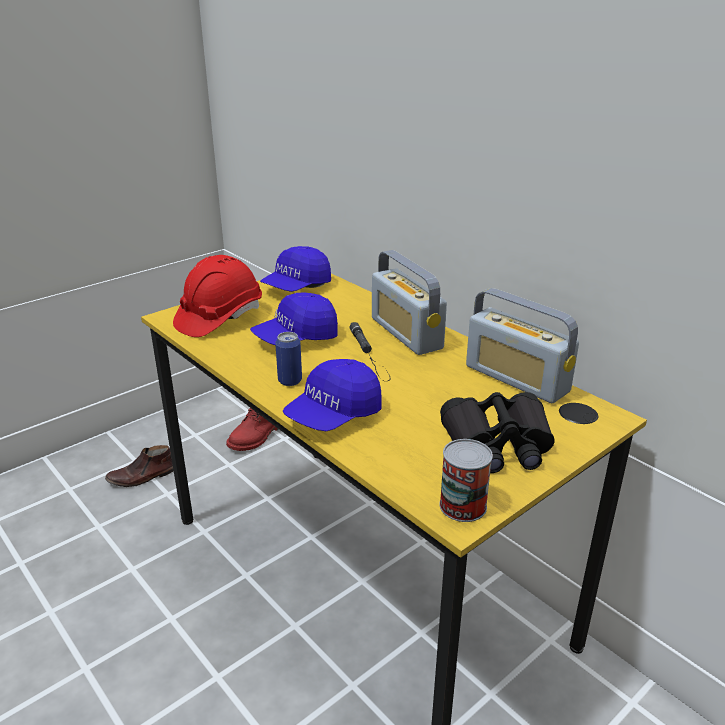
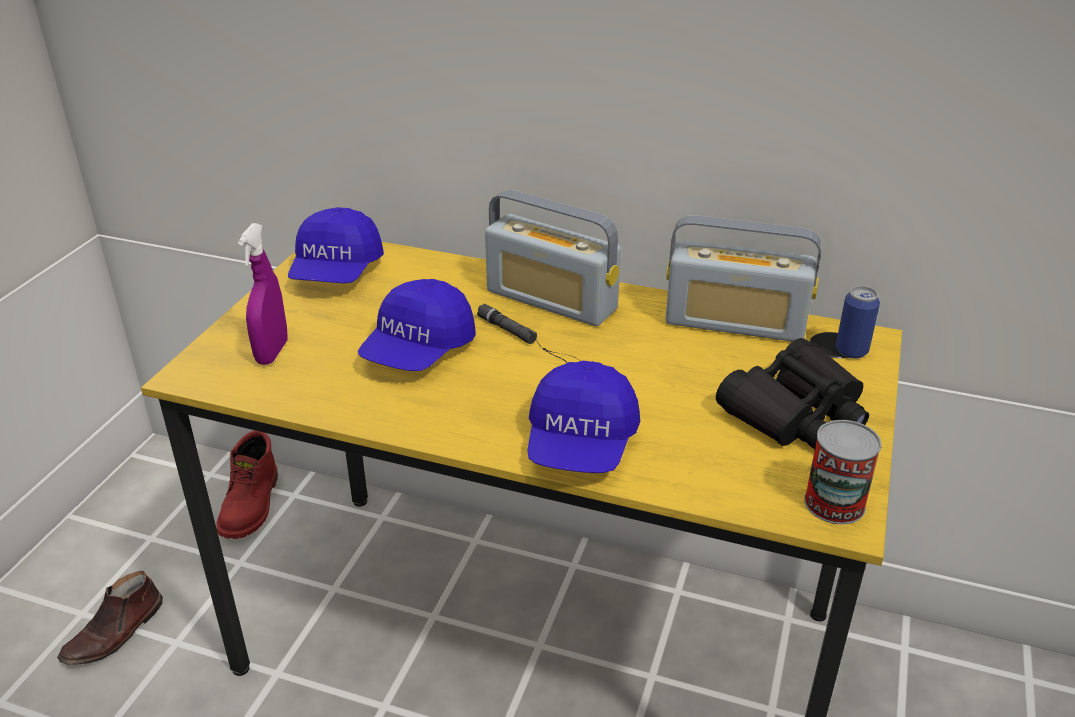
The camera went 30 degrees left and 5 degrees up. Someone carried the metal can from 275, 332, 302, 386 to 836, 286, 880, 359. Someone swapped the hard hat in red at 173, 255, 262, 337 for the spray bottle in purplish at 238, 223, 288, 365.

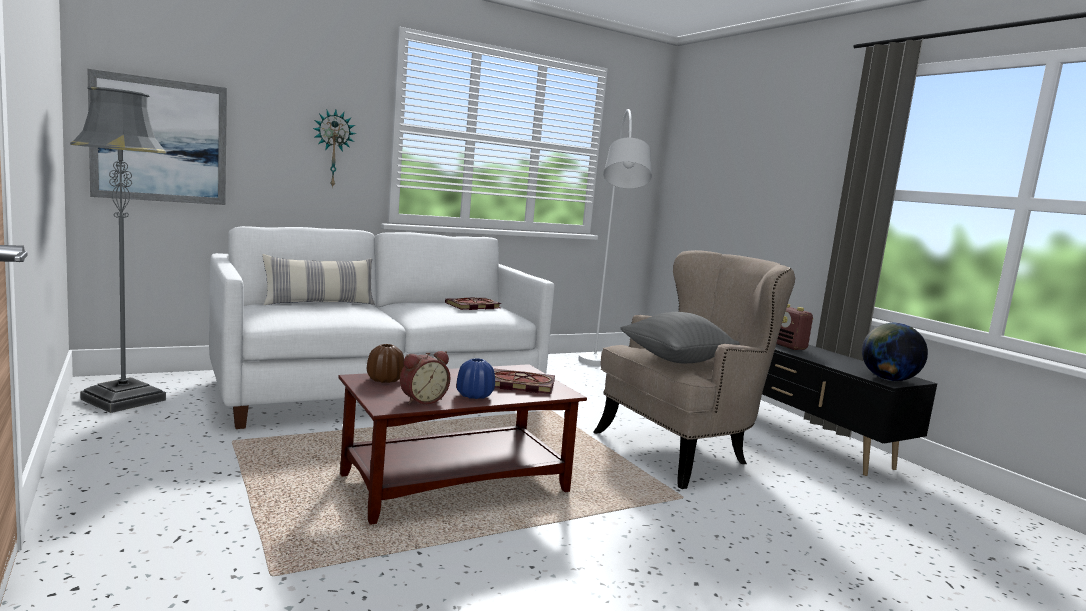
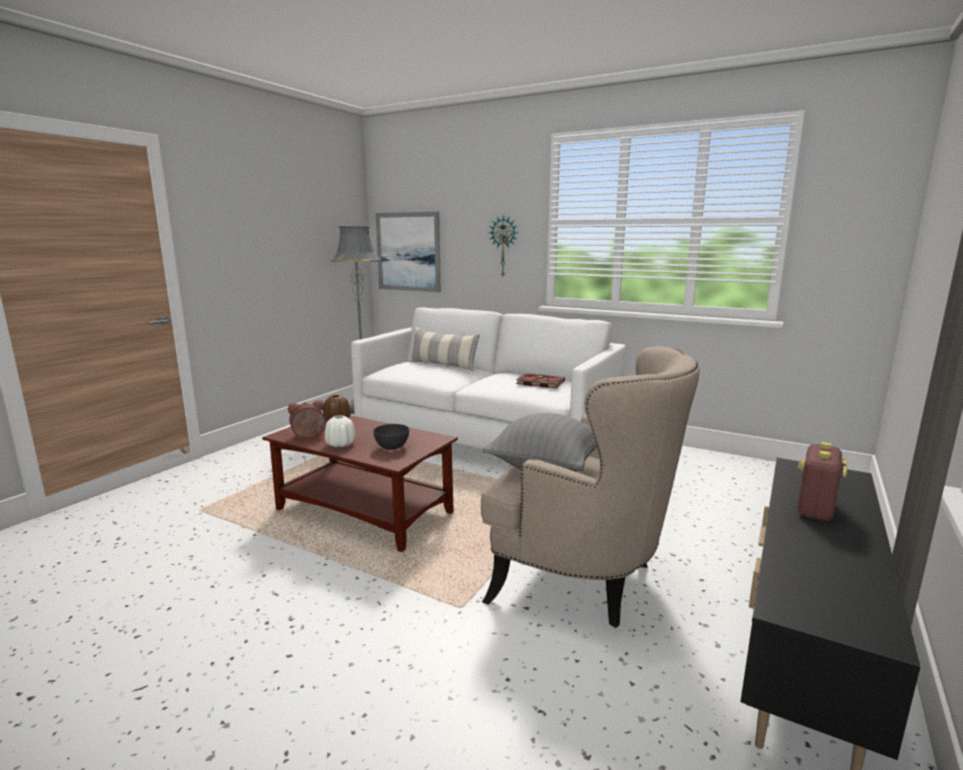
The camera went 60 degrees right and 5 degrees up. Someone took away the floor lamp in white-coloured at 578, 109, 652, 366. Someone took away the world globe at 862, 323, 928, 381. Someone swapped the volume at 494, 368, 555, 394 for the deep dish in grey at 373, 424, 409, 450. Someone repainted the vase in blue-coloured at 457, 358, 495, 399, which became the vase in white-coloured at 325, 415, 356, 447. Someone rotated the bedside clock at 400, 351, 450, 404 by 135 degrees clockwise.

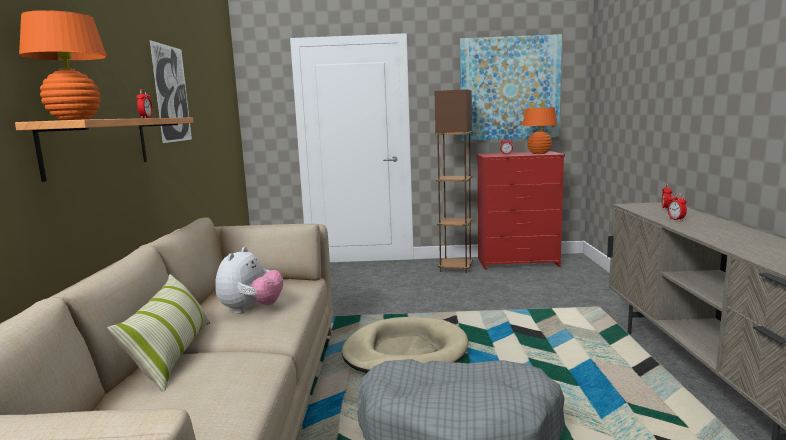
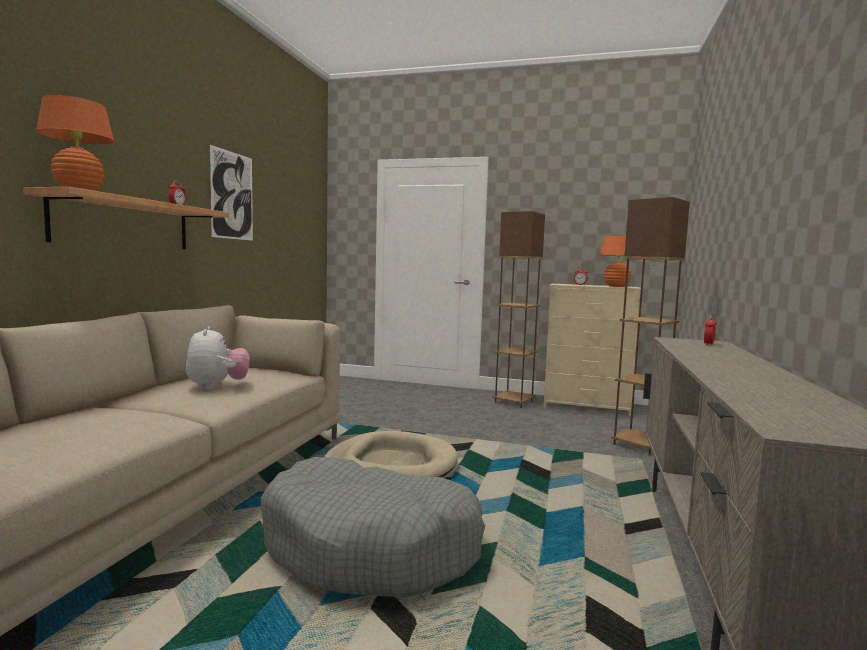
The camera went 15 degrees right and 5 degrees down. Someone took away the throw pillow at 107, 274, 210, 392. Someone took away the wall picture at 460, 34, 562, 141. Someone took away the bedside clock at 668, 193, 687, 221. Someone put down the floor lamp in brown-coloured at 611, 197, 690, 455. Someone repainted the chest of drawers in red at 477, 151, 565, 270, which became the chest of drawers in beige-coloured at 543, 284, 641, 417. Someone rotated the plush toy at 215, 247, 283, 314 by 45 degrees counterclockwise.

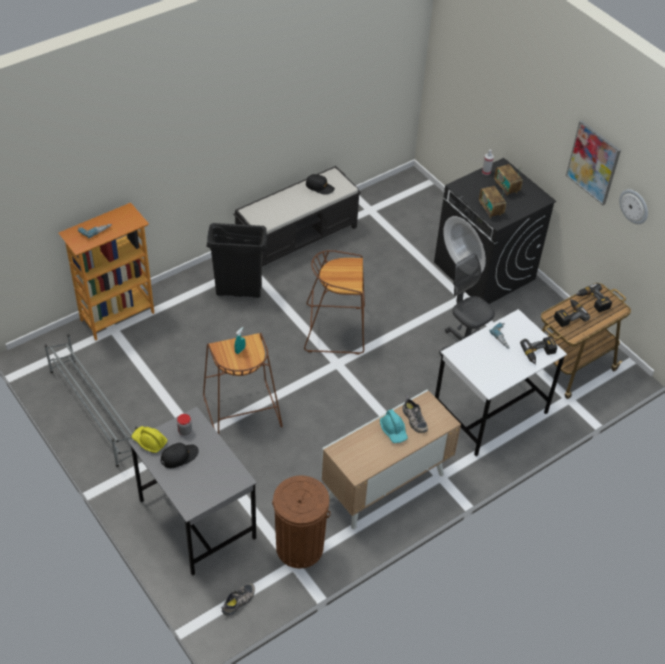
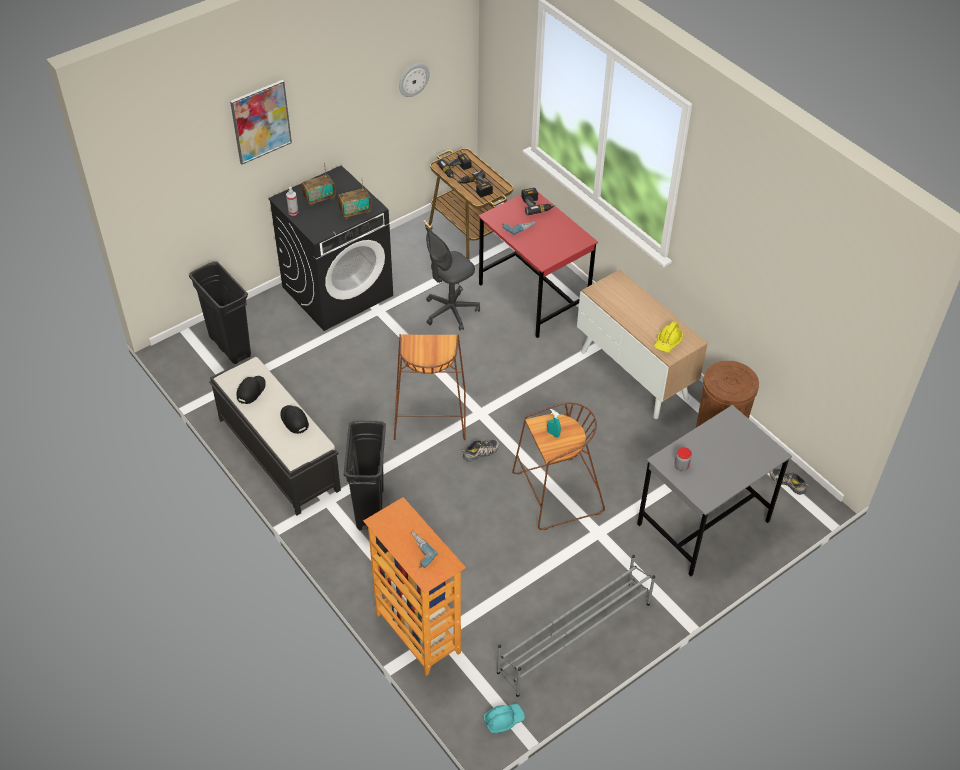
The camera went 90 degrees left and 0 degrees up. Someone put down the trash can in black at 189, 261, 251, 364. Someone carried the hard hat in yellowish from 132, 426, 167, 453 to 654, 321, 683, 353. Someone carried the peaked cap in black from 160, 443, 199, 468 to 280, 405, 309, 434. Someone carried the hard hat in blue-green from 380, 409, 408, 443 to 483, 704, 525, 733. Someone carried the shoe from 403, 395, 428, 433 to 462, 440, 499, 462. Someone carried the wall picture from 566, 120, 621, 205 to 230, 80, 292, 164. Someone repainted the desk in white-coloured at 435, 309, 567, 456, which became the desk in red at 478, 191, 598, 338.

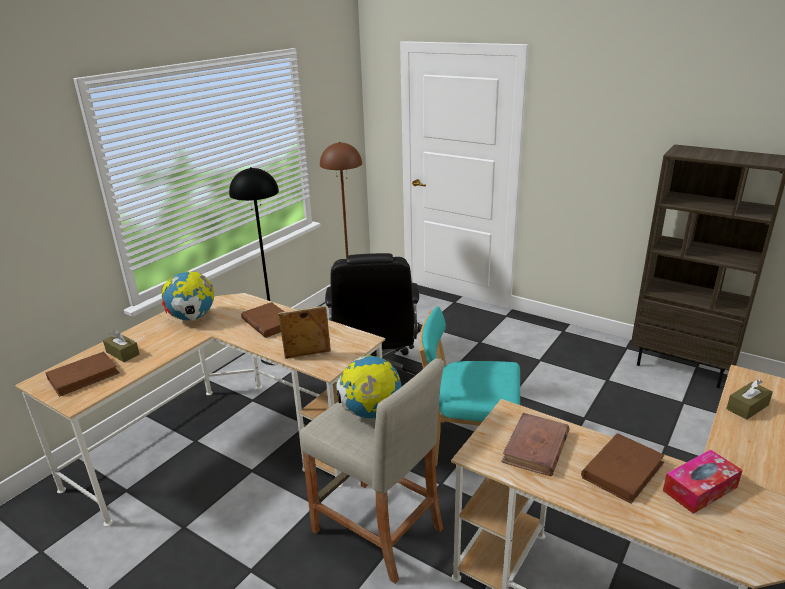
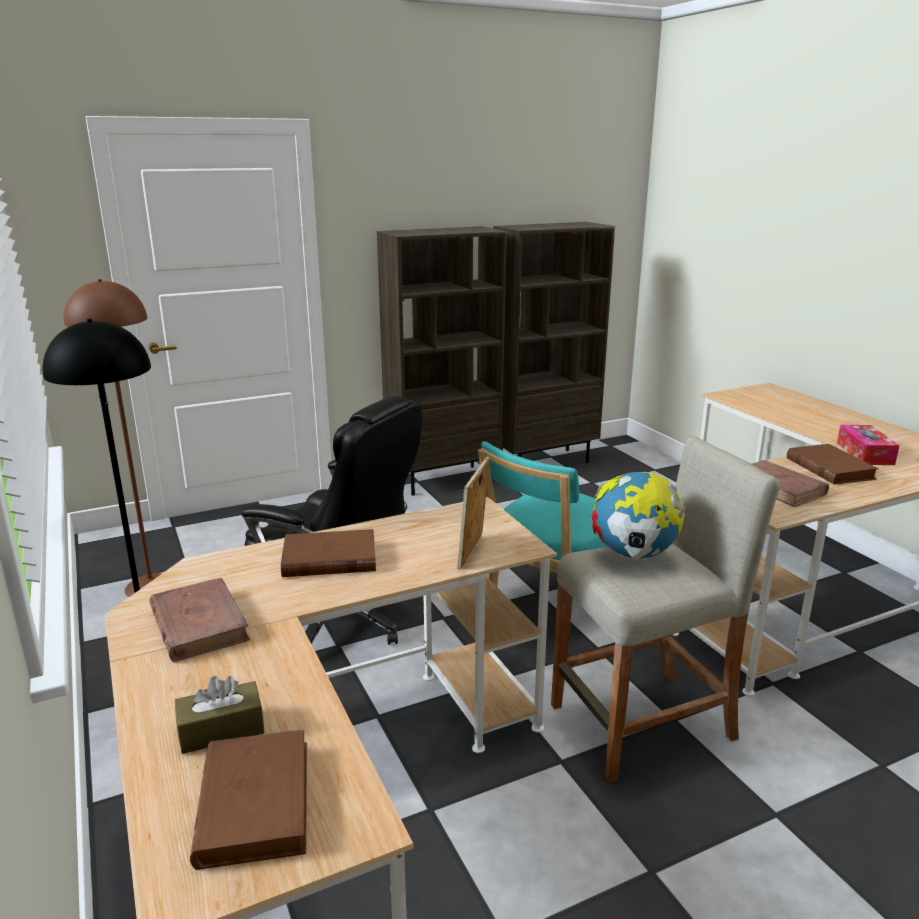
The camera went 60 degrees left and 5 degrees down. Someone took away the box of tissues in brown-coloured at 726, 379, 773, 420. Someone put down the bookcase in brown-coloured at 377, 226, 507, 496. Someone swapped the world globe at 161, 271, 214, 321 for the volume in brown-coloured at 150, 578, 250, 662.

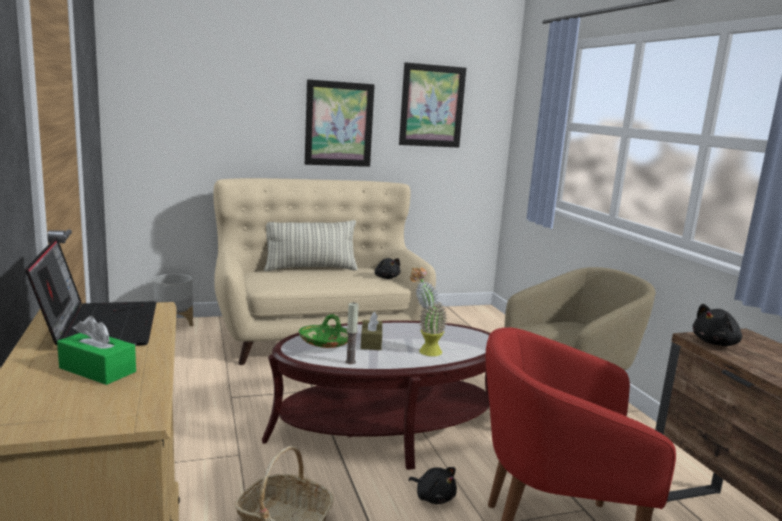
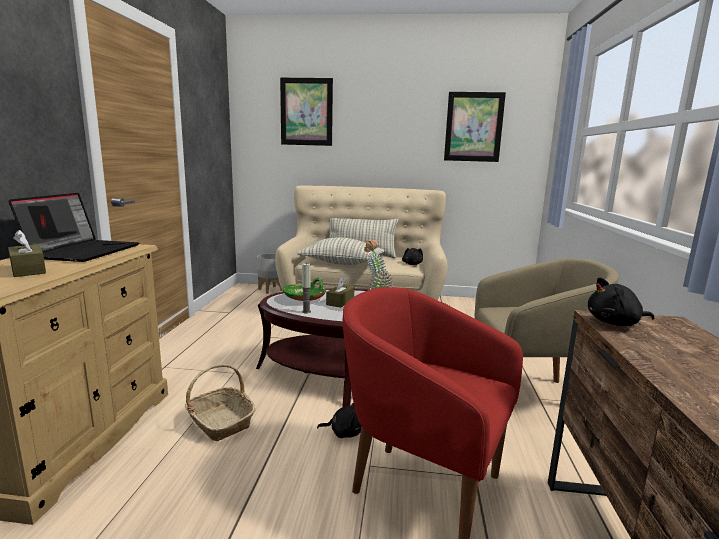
The camera went 25 degrees right and 0 degrees up. Someone put down the throw pillow at 297, 237, 384, 265. Someone carried the wall picture from 305, 79, 375, 167 to 280, 78, 333, 146. Someone repainted the box of tissues in greenish at 57, 316, 136, 385, which became the box of tissues in brown-coloured at 8, 230, 46, 277. Someone rotated the plush toy in black at 408, 467, 457, 504 by 60 degrees counterclockwise.

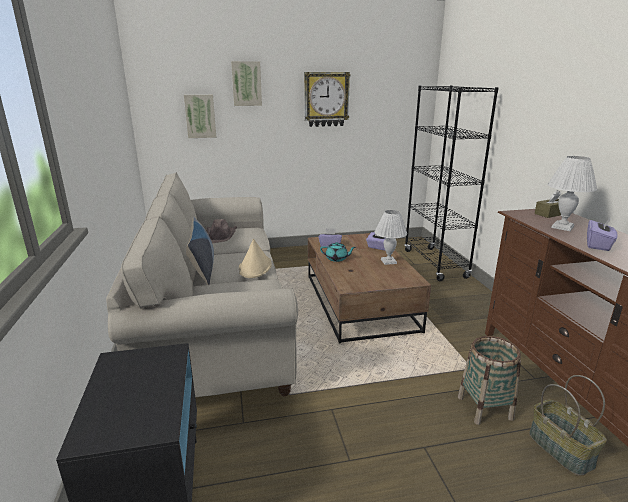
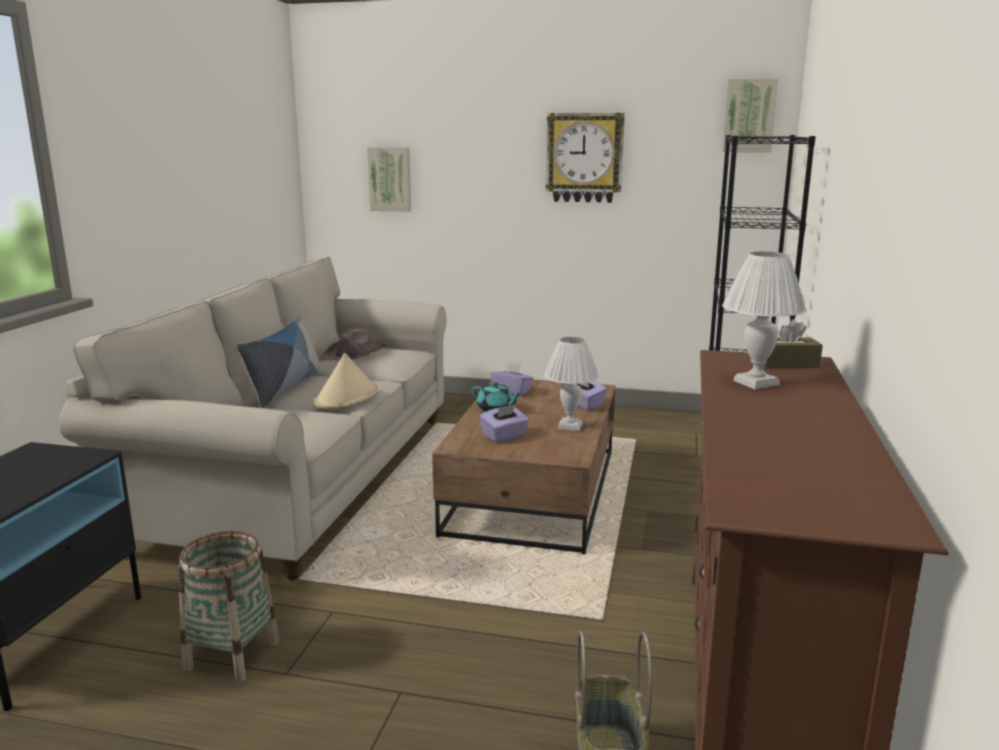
The camera went 25 degrees right and 5 degrees down. Someone carried the wall picture from 231, 61, 262, 106 to 722, 78, 778, 153. Someone carried the storage basket from 458, 336, 521, 425 to 178, 531, 279, 682. Someone carried the box of tissues in purplish from 587, 216, 618, 251 to 479, 404, 529, 443.

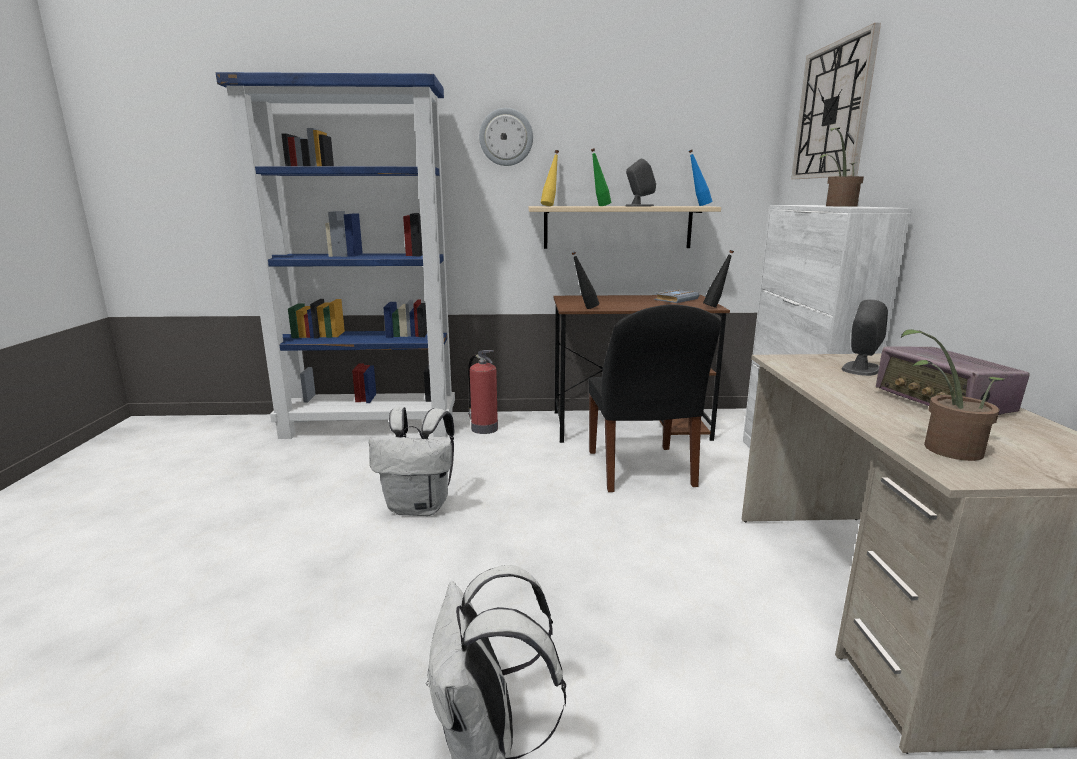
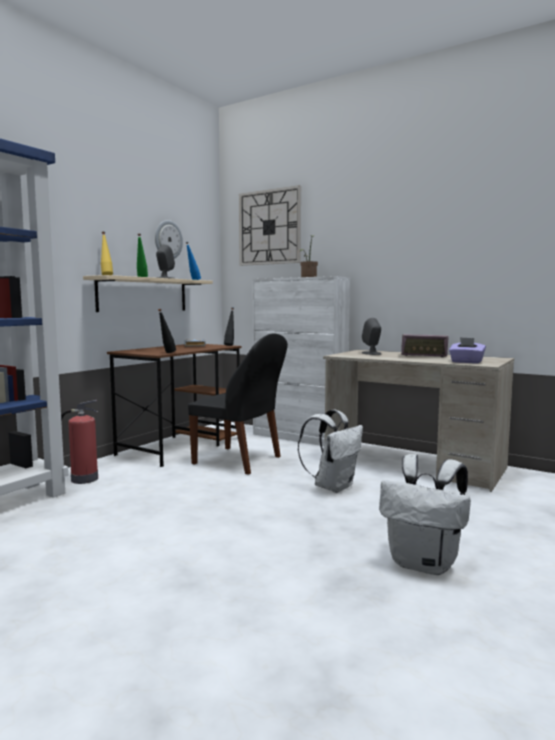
The camera went 55 degrees left and 10 degrees down. Someone carried the backpack in white-coloured from 369, 407, 454, 516 to 298, 409, 363, 493. Someone carried the clock on the wall from 479, 108, 533, 166 to 155, 220, 183, 259. Someone swapped the plant in a pot at 900, 329, 1004, 461 for the box of tissues in purplish at 449, 337, 486, 364.

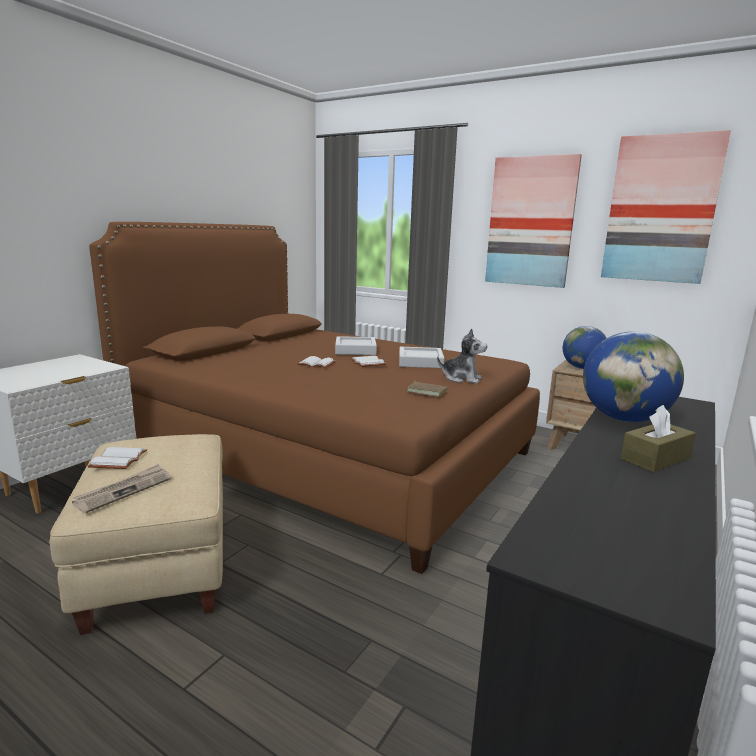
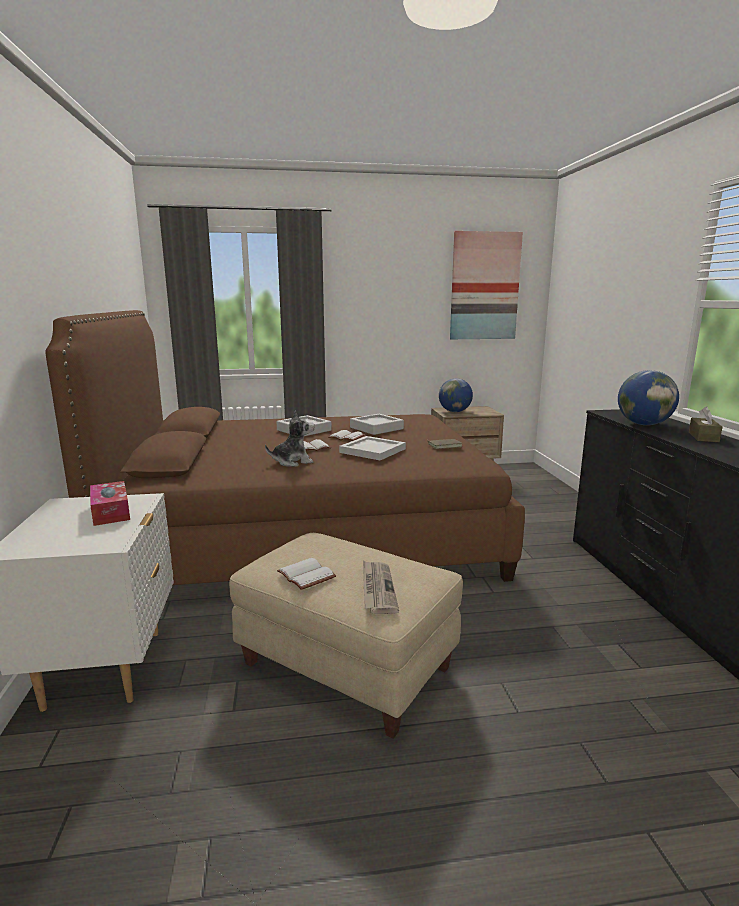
The camera went 40 degrees left and 0 degrees up. Someone took away the wall picture at 485, 154, 582, 288. Someone put down the box of tissues at 90, 481, 130, 526. Someone put down the tray in white-coloured at 339, 436, 406, 460. Someone carried the plush toy from 437, 328, 487, 384 to 265, 410, 315, 467.

